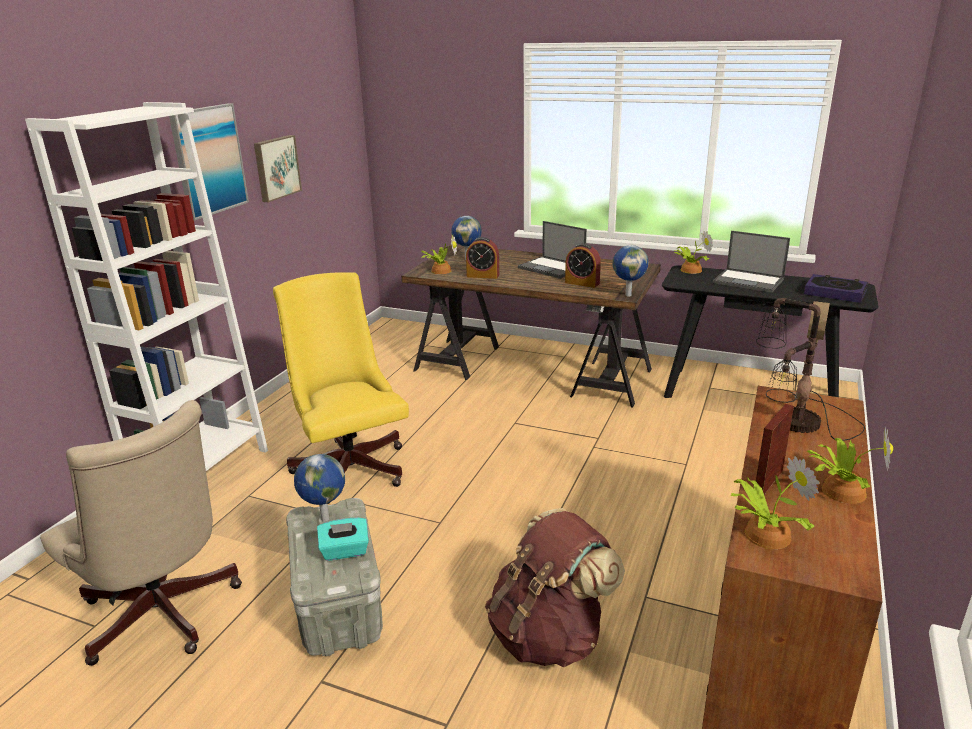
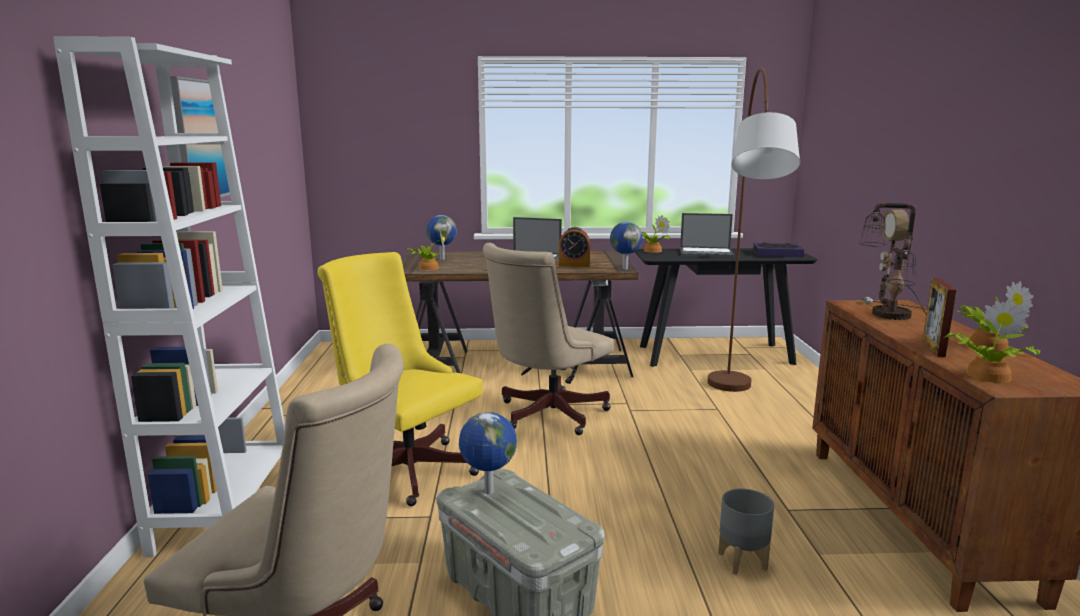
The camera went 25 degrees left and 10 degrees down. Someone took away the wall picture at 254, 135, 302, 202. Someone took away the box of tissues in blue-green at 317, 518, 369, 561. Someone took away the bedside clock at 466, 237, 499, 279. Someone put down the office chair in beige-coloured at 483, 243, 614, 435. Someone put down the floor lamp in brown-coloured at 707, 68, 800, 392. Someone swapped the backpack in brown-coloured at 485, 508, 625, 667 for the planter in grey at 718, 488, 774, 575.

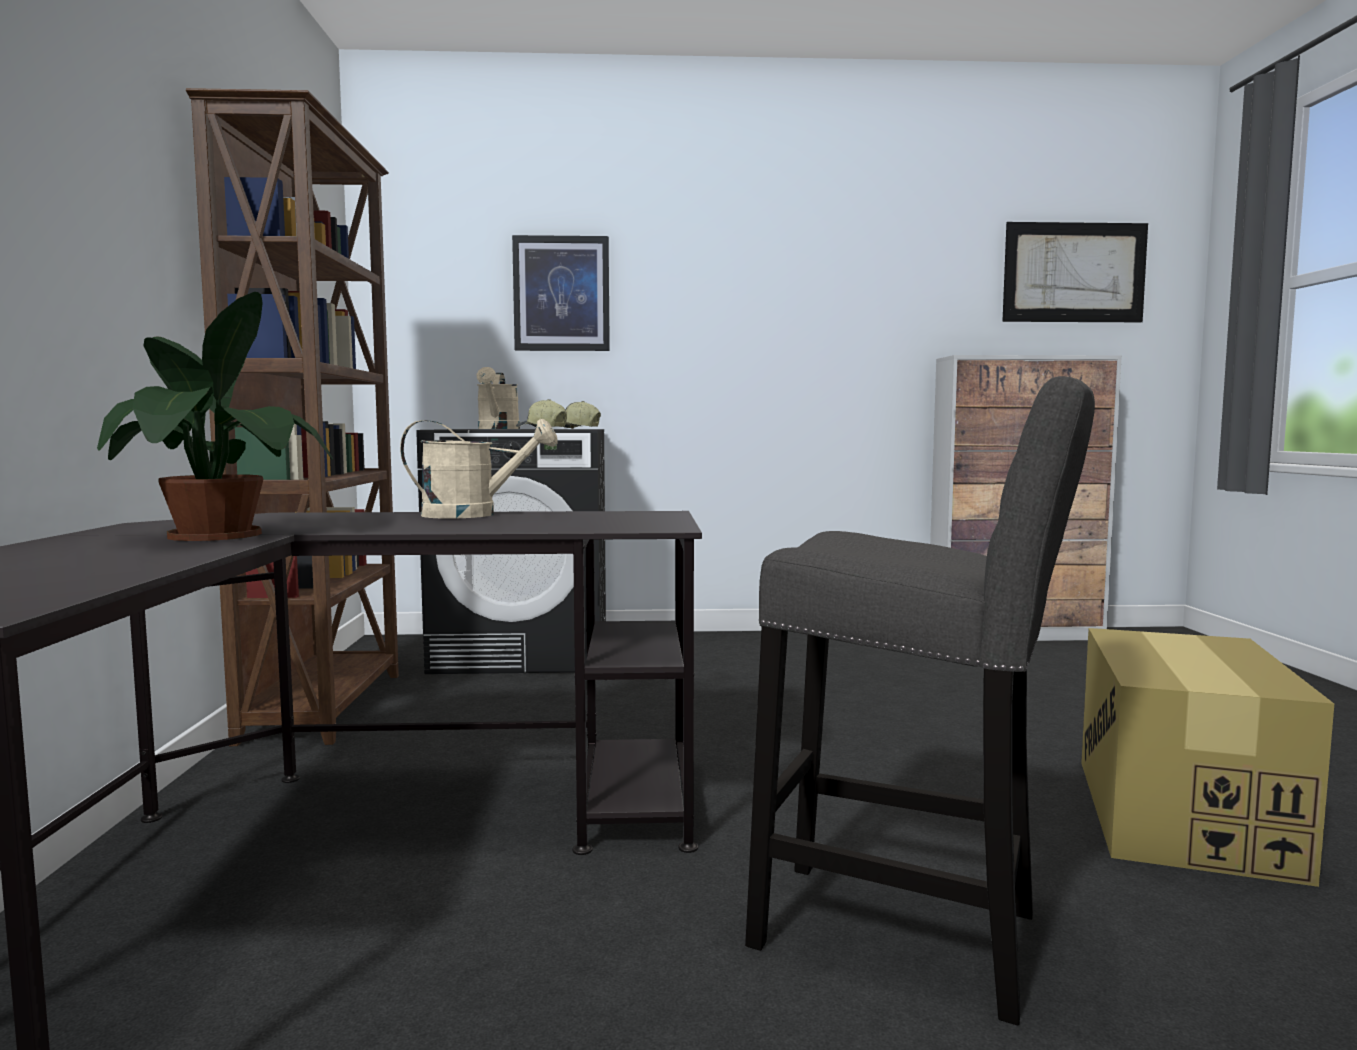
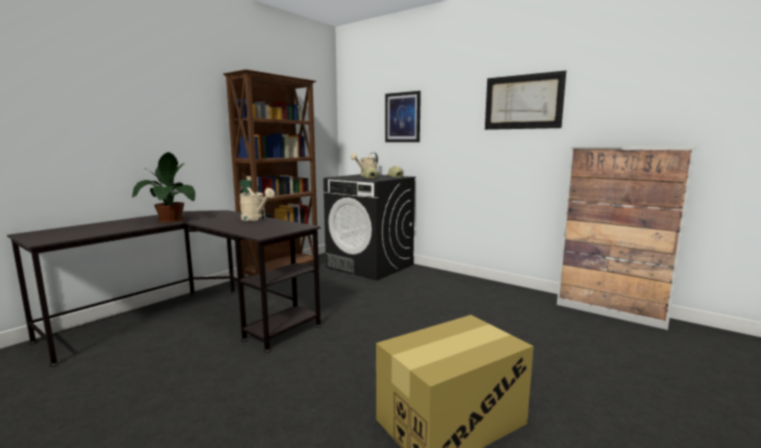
The camera went 40 degrees right and 5 degrees up. Someone took away the stool seat in grey at 745, 376, 1095, 1026. Someone carried the wall picture from 1002, 222, 1148, 322 to 485, 71, 566, 130.

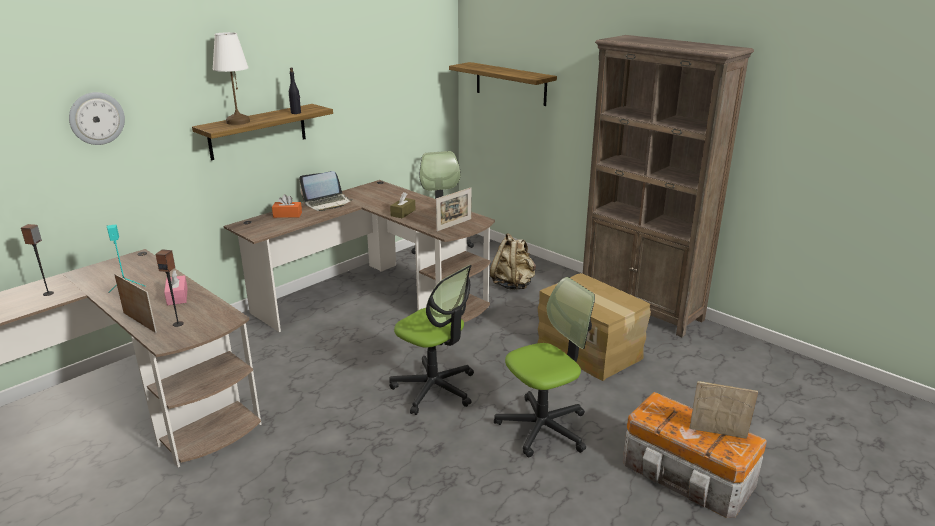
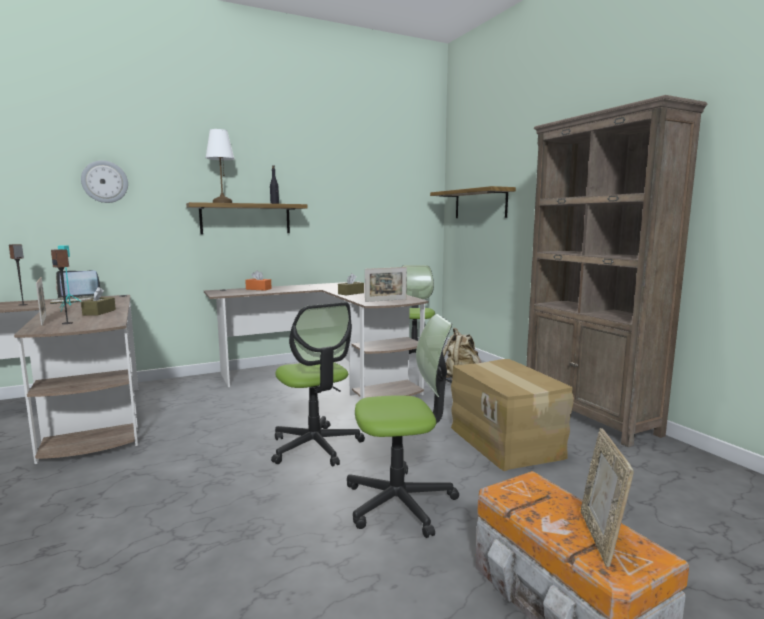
The camera went 20 degrees right and 15 degrees down. Someone carried the portable computer from 299, 171, 353, 211 to 50, 271, 100, 304. Someone repainted the box of tissues in pinkish at 164, 270, 188, 305, which became the box of tissues in brown-coloured at 81, 287, 116, 315. Someone rotated the photo frame at 689, 381, 758, 439 by 120 degrees counterclockwise.

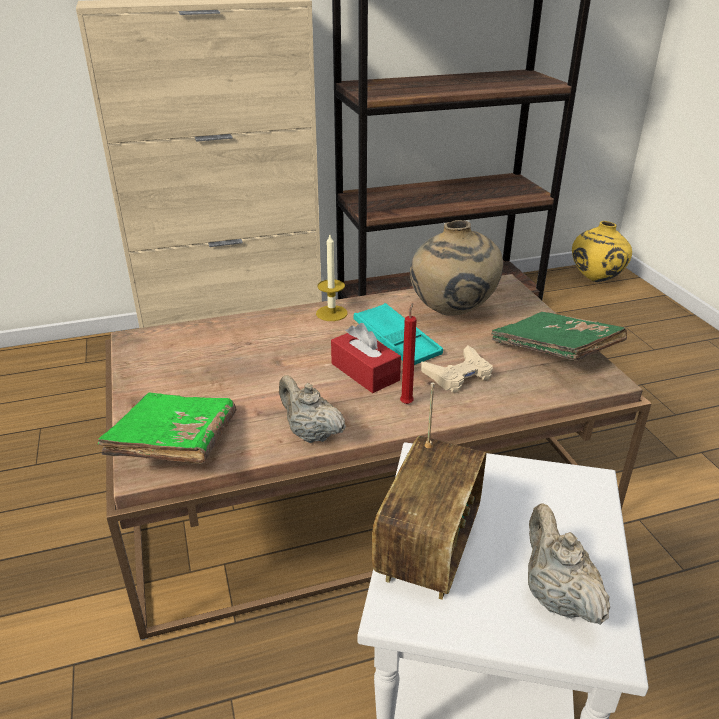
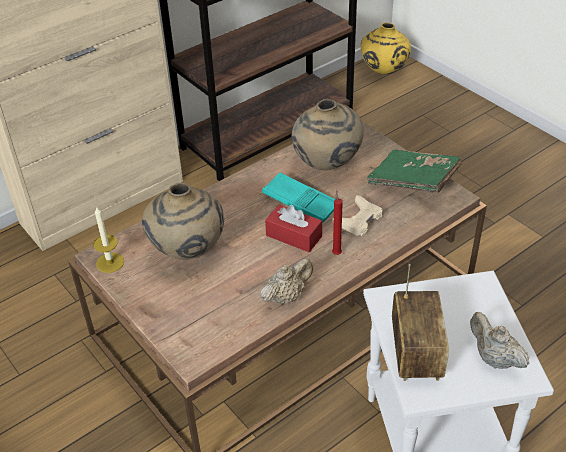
The camera went 20 degrees left and 10 degrees up. Someone took away the volume in greenish at 98, 392, 237, 464. Someone put down the vase in beige-coloured at 142, 183, 224, 260. Someone carried the candle from 316, 235, 348, 321 to 93, 206, 124, 273. Someone rotated the tea pot in beige-coloured at 279, 375, 346, 443 by 120 degrees clockwise.

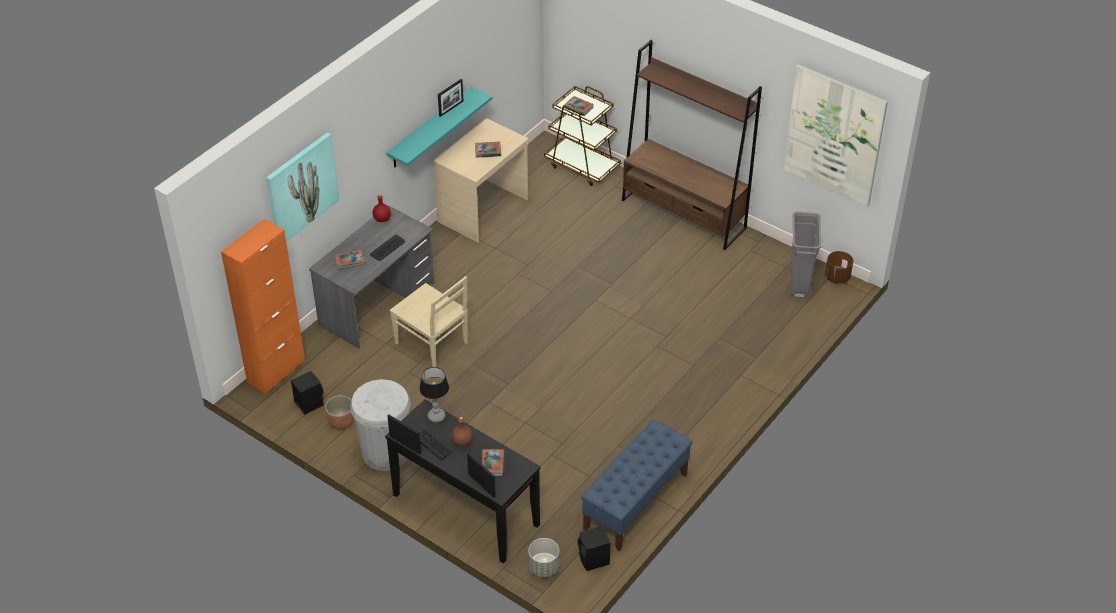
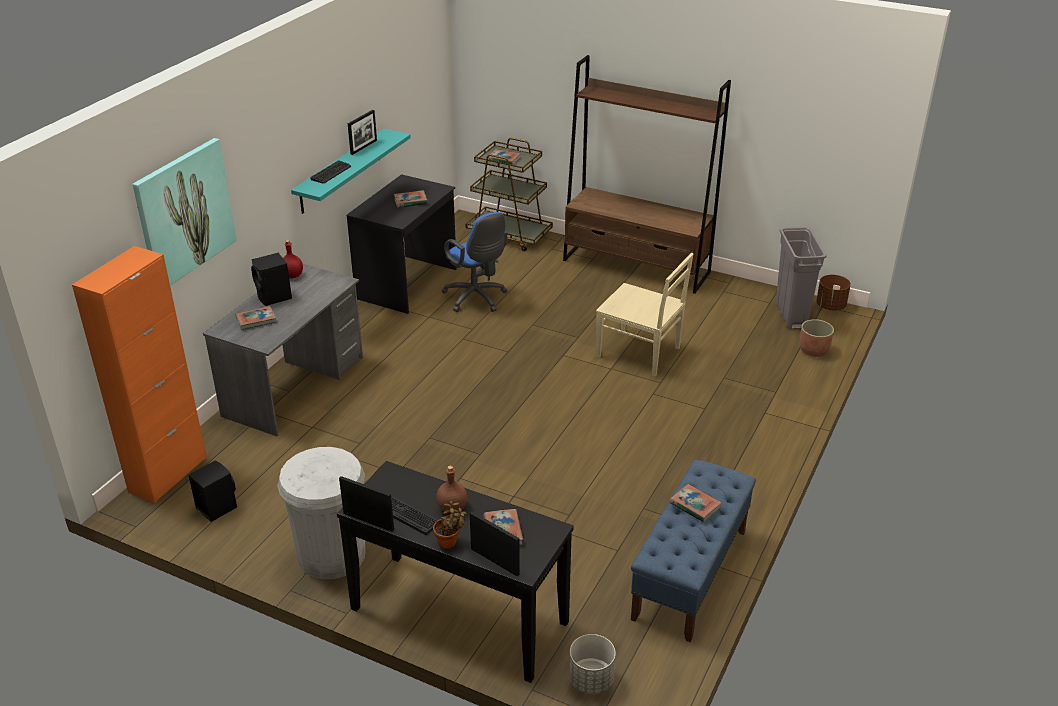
The camera went 10 degrees left and 10 degrees down. Someone took away the lamp for a table at 419, 367, 449, 422. Someone took away the wall picture at 783, 64, 888, 207. Someone put down the plant in a pot at 433, 501, 467, 549. Someone put down the office chair in blue-coloured at 441, 212, 508, 312. Someone put down the volume at 670, 484, 722, 522. Someone carried the planter from 325, 395, 354, 430 to 800, 319, 834, 357. Someone carried the PC keyboard from 370, 234, 405, 261 to 310, 160, 351, 183. Someone carried the upright chair in beige-coloured from 390, 276, 468, 367 to 596, 253, 693, 376. Someone carried the speaker in black from 578, 526, 611, 571 to 251, 253, 292, 306. Someone repainted the desk in beige-coloured at 433, 118, 529, 243, which became the desk in black at 346, 174, 457, 314.

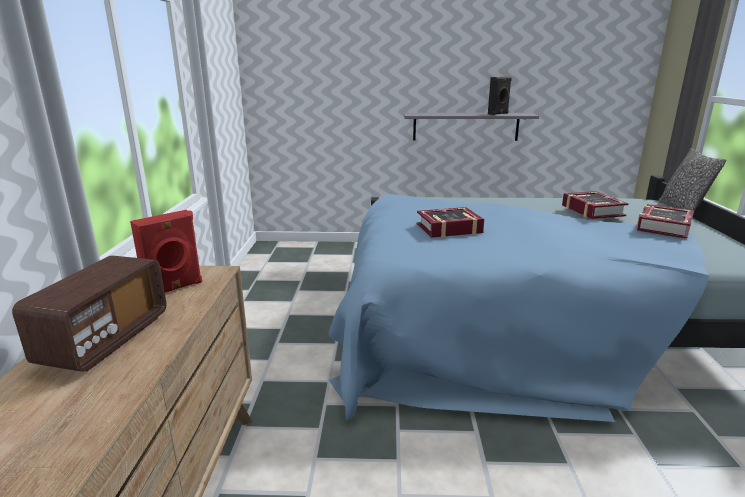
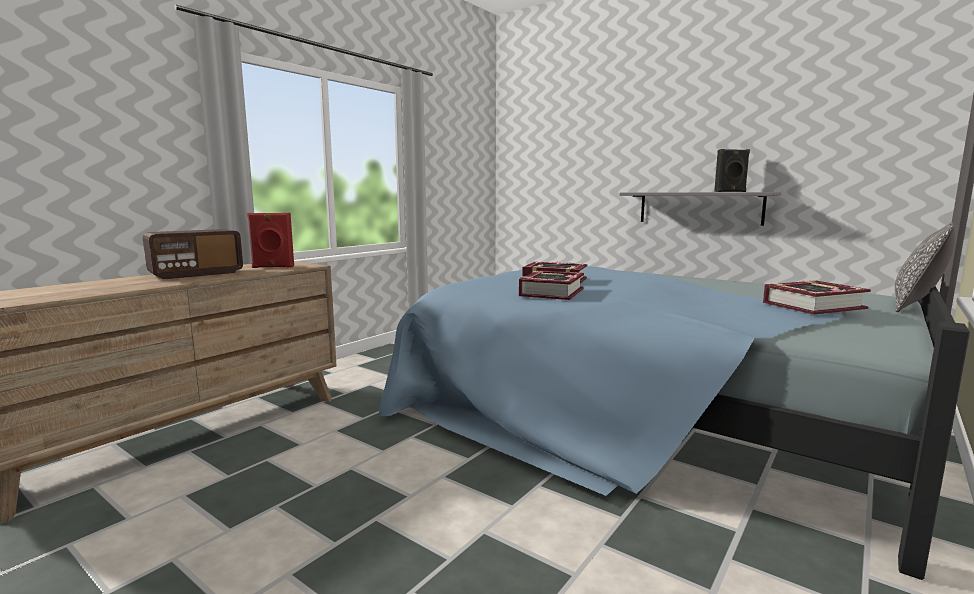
The camera went 35 degrees right and 10 degrees down. Someone carried the volume from 562, 191, 628, 219 to 519, 270, 584, 300.

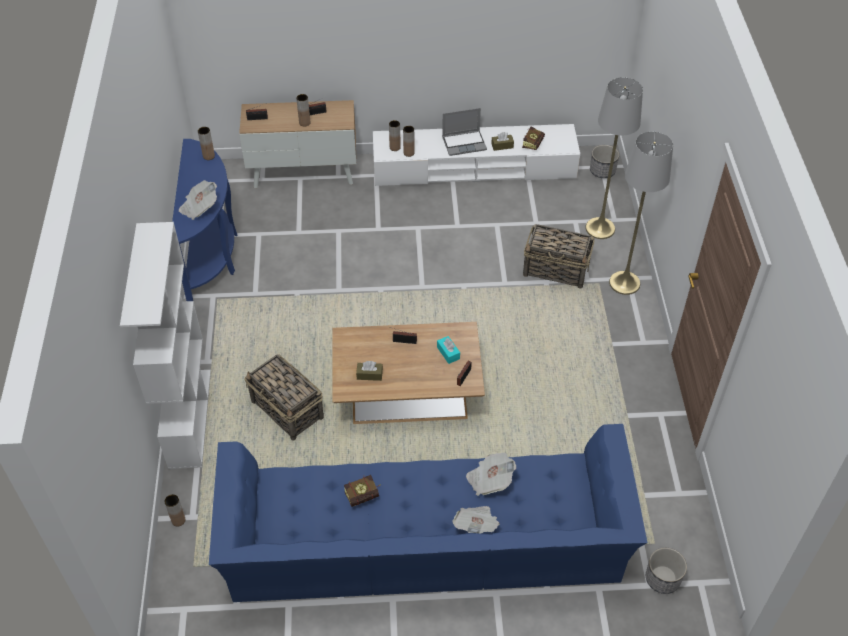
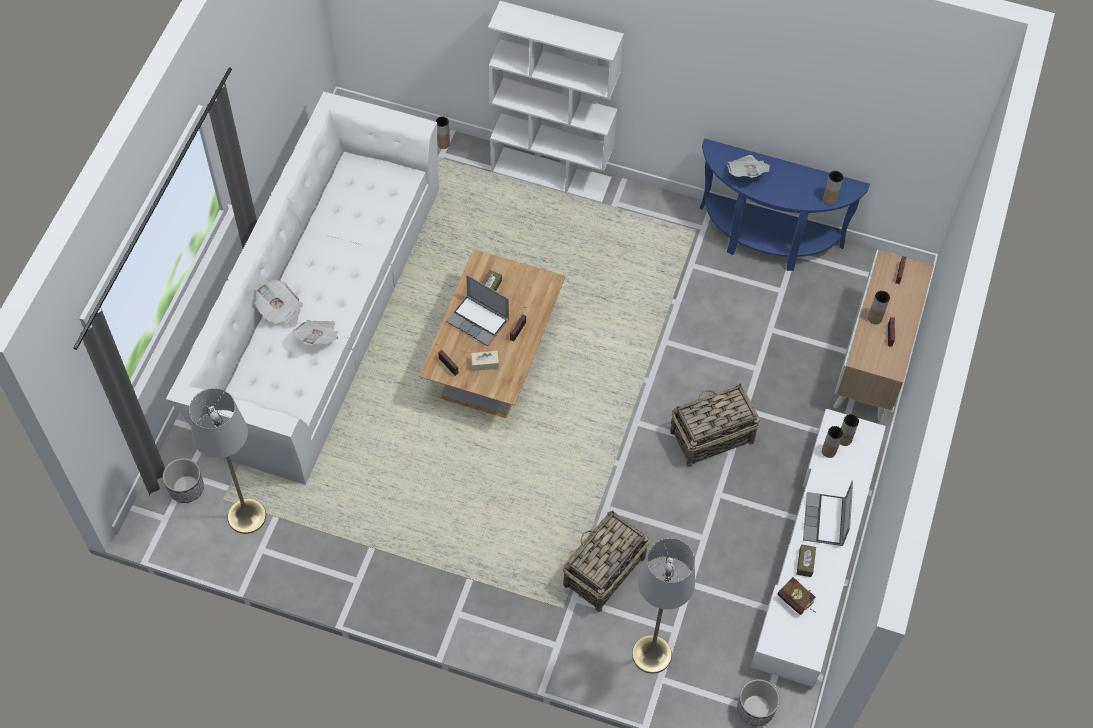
The camera went 110 degrees right and 10 degrees up. Someone took away the volume at 344, 475, 381, 507. Someone put down the portable computer at 446, 275, 509, 346. Someone carried the storage basket from 244, 354, 324, 440 to 670, 383, 761, 467. Someone carried the floor lamp in grey from 609, 132, 673, 295 to 189, 388, 266, 534. Someone repainted the couch in blue-coloured at 209, 424, 647, 602, which became the couch in white-coloured at 166, 92, 439, 485. Someone repainted the box of tissues in blue-green at 437, 336, 460, 364, which became the box of tissues in beige-coloured at 471, 351, 499, 371.

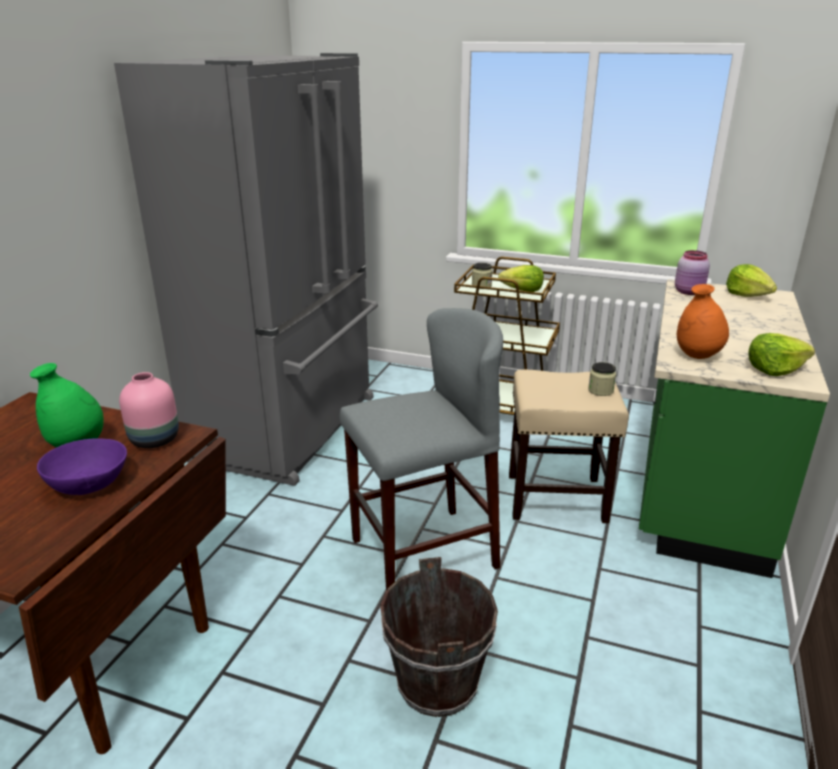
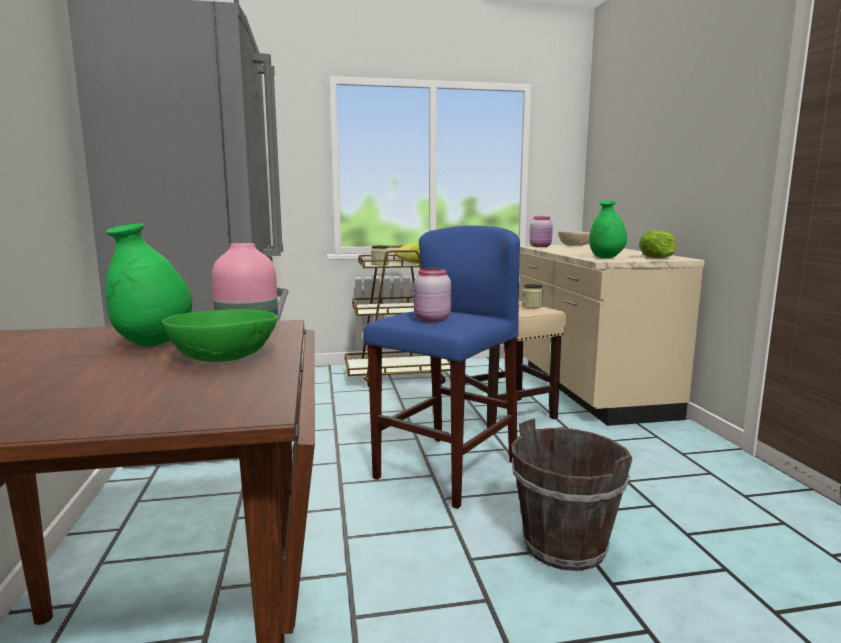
The camera went 30 degrees left and 15 degrees down. Someone put down the jar in pinkish at 414, 268, 451, 322. Someone swapped the lettuce head at 726, 264, 777, 297 for the deep dish in beige-coloured at 558, 231, 590, 246. Someone repainted the deep dish in purplish at 37, 438, 127, 495, which became the deep dish in greenish at 162, 309, 277, 362. Someone repainted the stool seat in grey at 340, 308, 503, 590, which became the stool seat in blue-coloured at 363, 225, 520, 509. Someone repainted the counter in greenish at 639, 279, 830, 578, which became the counter in beige-coloured at 519, 244, 705, 426. Someone repainted the vase in orange-coloured at 677, 284, 729, 359, which became the vase in greenish at 589, 200, 627, 258.

